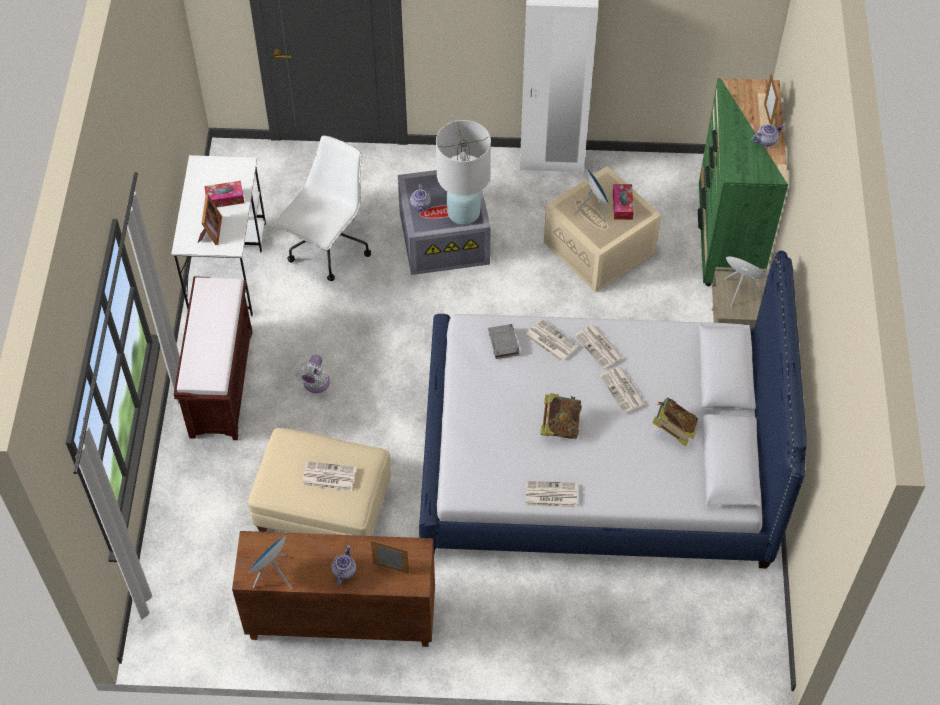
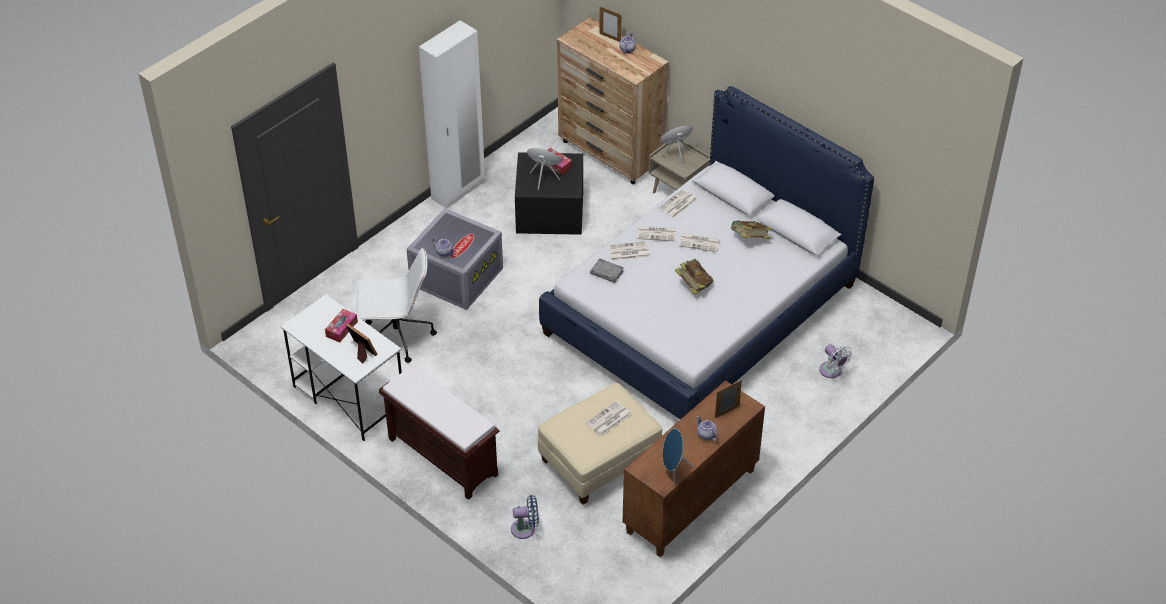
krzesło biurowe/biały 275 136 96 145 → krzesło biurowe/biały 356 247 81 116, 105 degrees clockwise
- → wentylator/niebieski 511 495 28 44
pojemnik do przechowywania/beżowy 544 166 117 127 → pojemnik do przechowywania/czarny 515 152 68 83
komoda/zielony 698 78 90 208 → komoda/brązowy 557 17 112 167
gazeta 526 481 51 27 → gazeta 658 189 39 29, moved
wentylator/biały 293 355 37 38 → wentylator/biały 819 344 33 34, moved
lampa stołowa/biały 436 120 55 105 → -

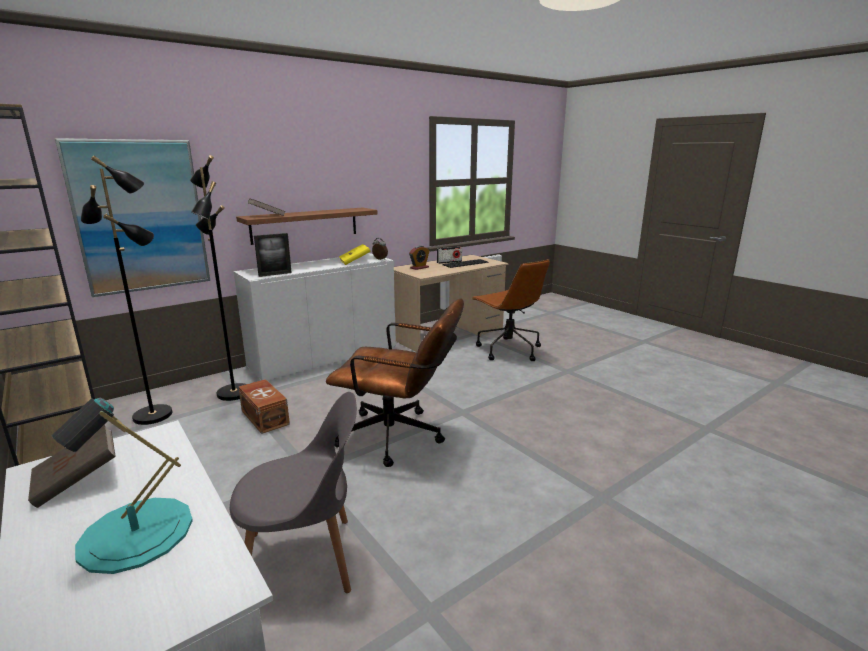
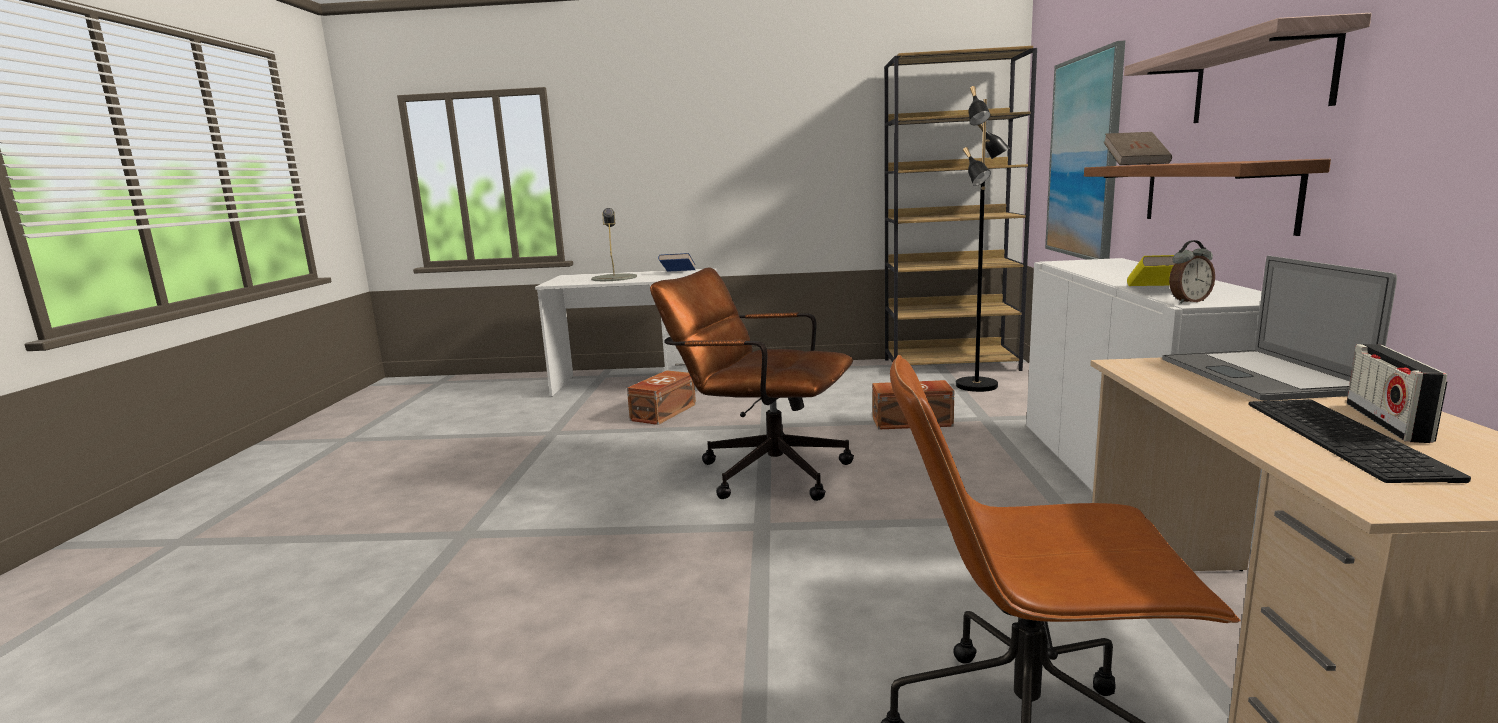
lampa stołowa/turkusowy 51 398 142 176 → lampa stołowa/szary 591 208 46 73
krzesło/szary 230 392 127 201 → pojemnik do przechowywania/brązowy 627 370 69 55
krzesło biurowe/brązowy 326 299 138 168 → krzesło biurowe/brązowy 650 267 204 234, 60 degrees clockwise
książka/brązowy 28 424 88 84 → książka/niebieski 658 253 37 19
- → półka 1124 13 248 110
budzik 409 246 21 24 → laptop 1162 256 235 145
lampa stojąca/czarny 190 155 56 246 → -
ramka na zdjęcie 254 233 38 44 → -

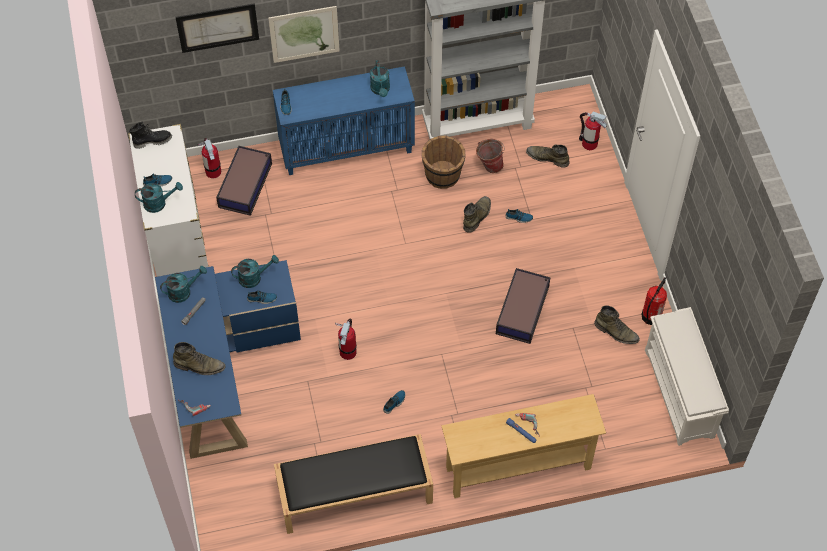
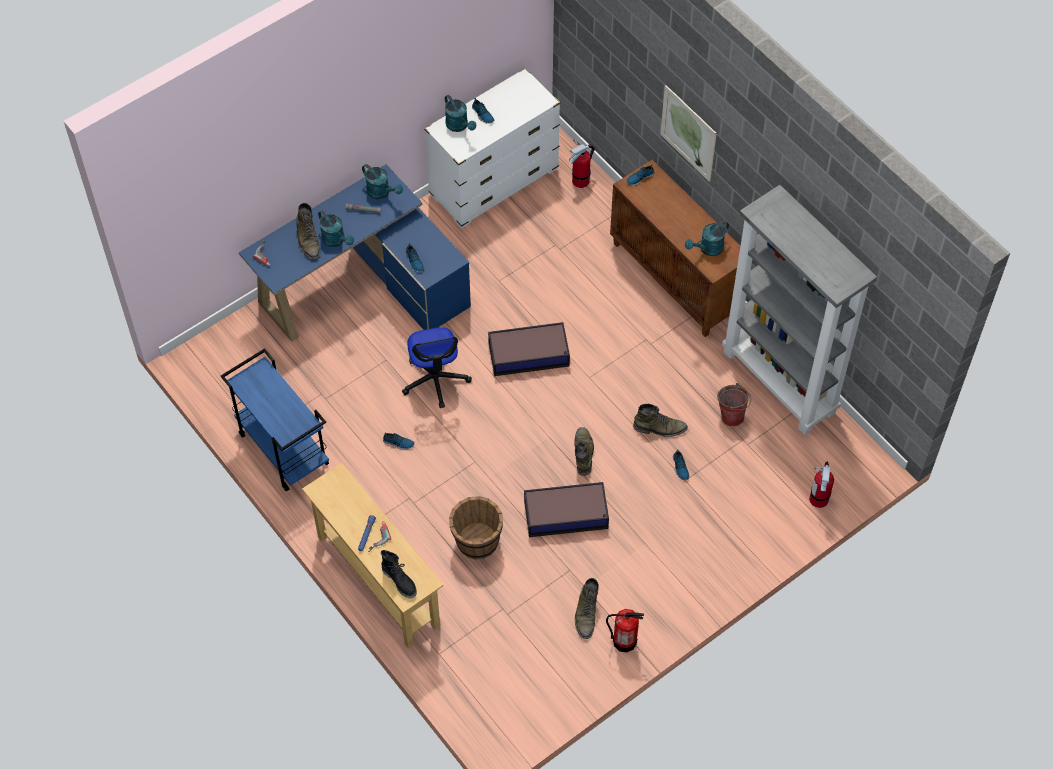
ławka/czarny 274 434 159 100 → wózek/niebieski 221 348 108 143
konewka/turkusowy 231 255 48 33 → konewka/turkusowy 318 210 36 37, moved
but z cholewką/czarny 129 121 43 28 → but z cholewką/czarny 381 550 36 48, moved
gaśnica 335 319 22 41 → krzesło biurowe 402 327 70 81
wiadro/brązowy 422 135 44 54 → wiadro/brązowy 449 496 54 63, moved
pojemnik do przechowywania 216 146 56 70 → pojemnik do przechowywania 488 322 82 54, moved
but z cholewką/zielony 526 144 44 24 → but z cholewką/zielony 574 427 20 49, moved
szafka/niebieski 273 66 142 109 → szafka/brązowy 610 160 130 177
obraz 175 3 84 50 → -
regał na buty/biały 645 307 84 139 → -

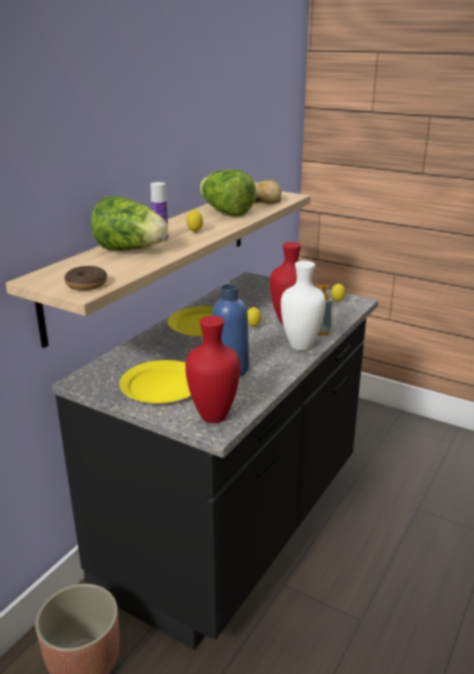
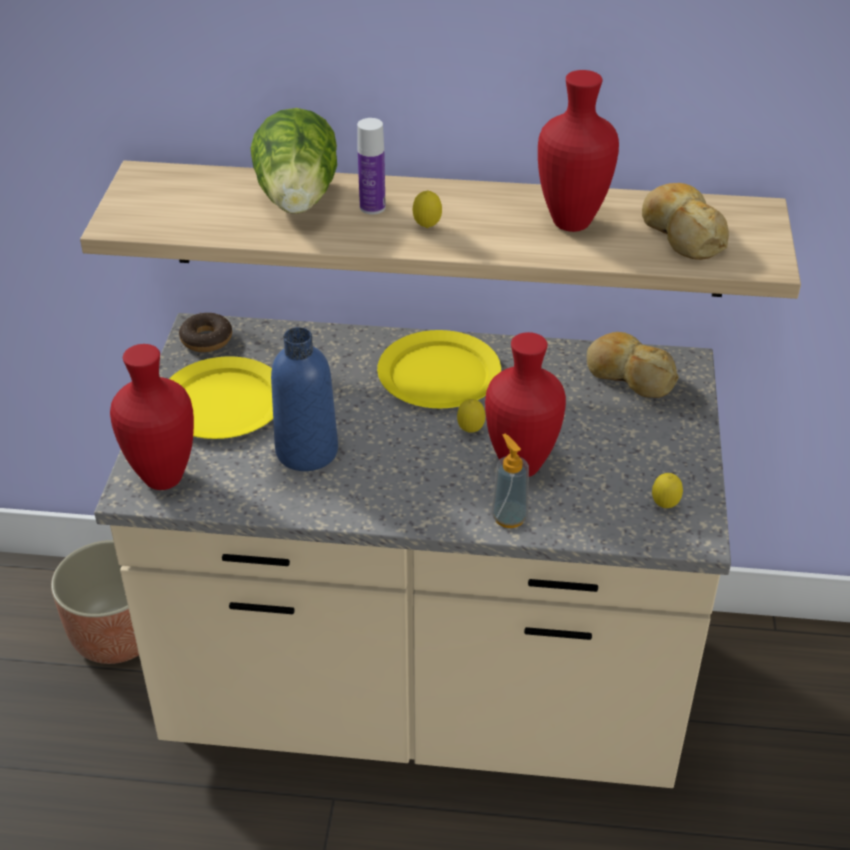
zabudowa kuchenna/czarny 52 272 326 378 → zabudowa kuchenna/beżowy 94 313 637 475
donut 64 266 43 24 → donut 179 313 53 39, moved
sałata 200 169 56 48 → wazon/czerwony 538 70 81 162
- → chleb 587 332 92 66
wazon/biały 281 261 45 90 → -

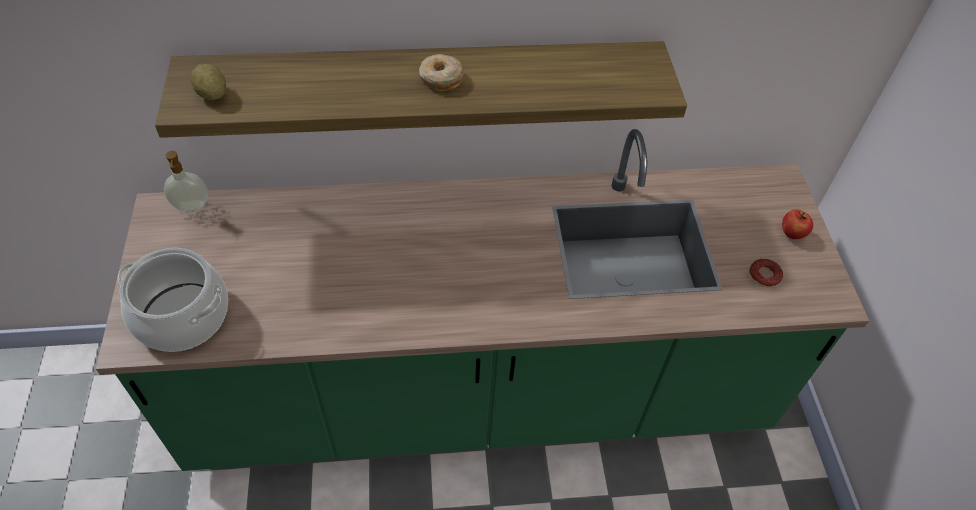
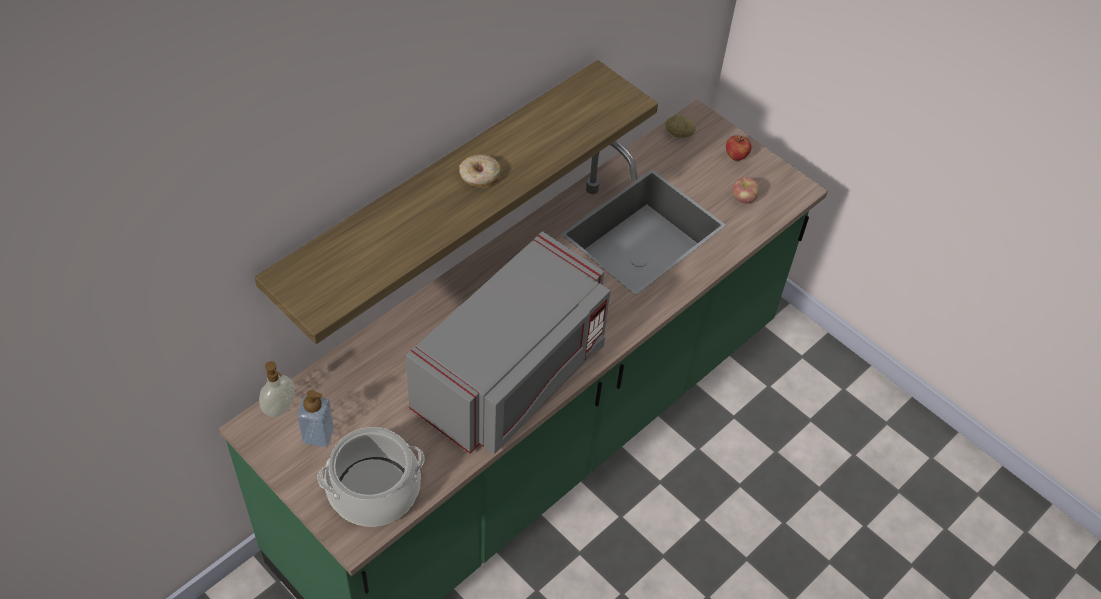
- → dozownik mydła 297 390 37 57
- → mikrofalówka/szary 405 231 206 223
ziemniak 191 64 35 36 → ziemniak 666 115 30 23, moved
donut 749 259 34 29 → jabłko 732 177 27 26

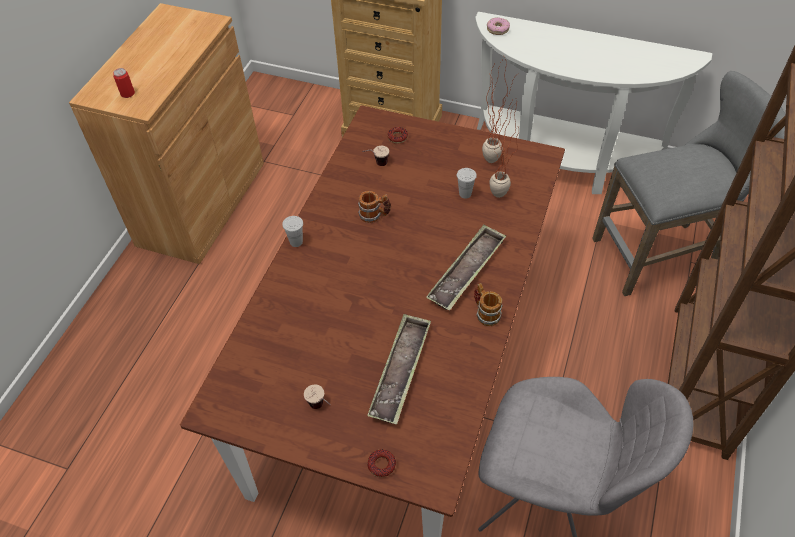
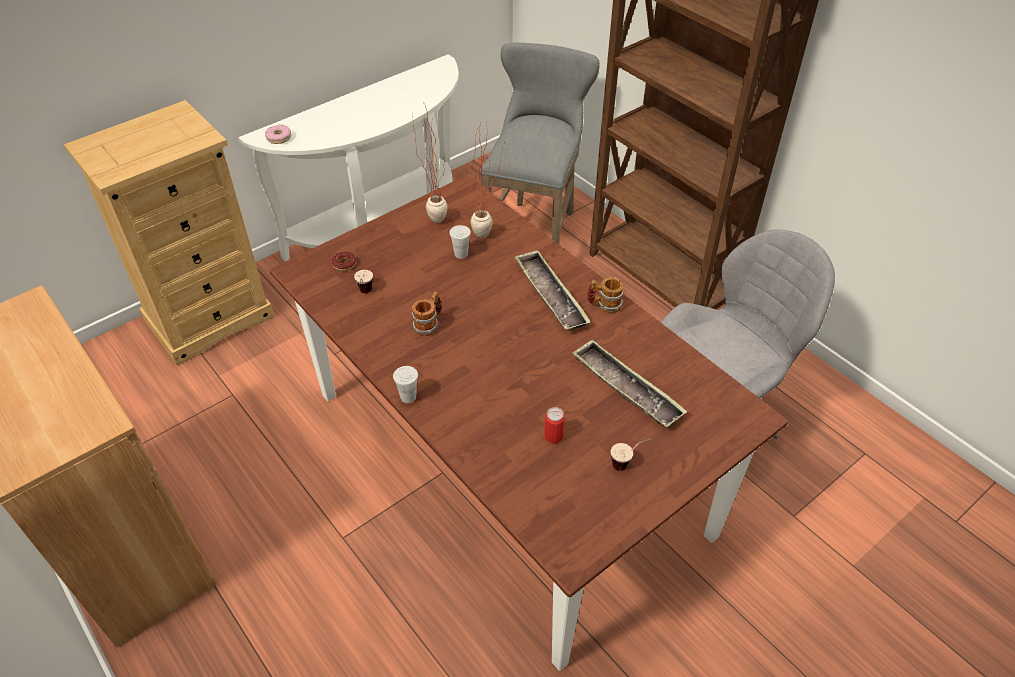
puszka 113 68 22 30 → puszka 544 407 21 36, moved
donut 367 449 29 28 → -

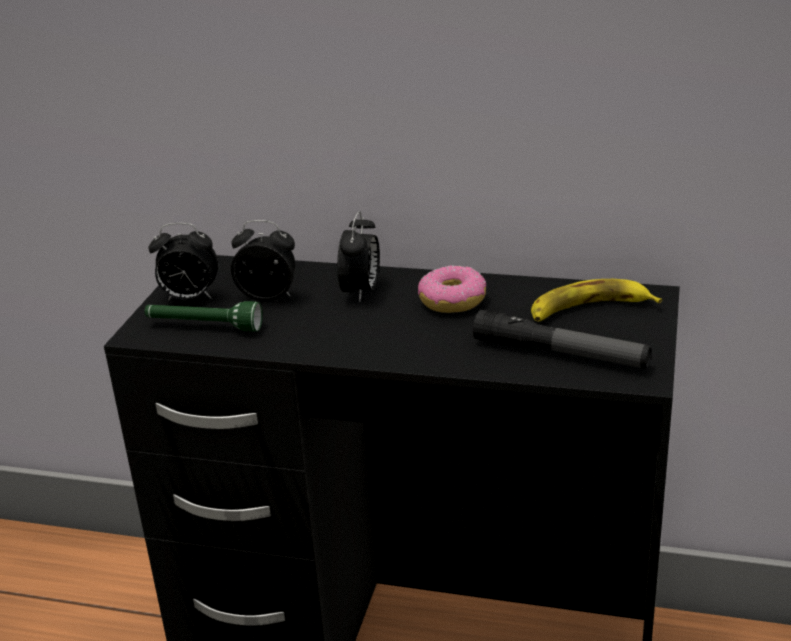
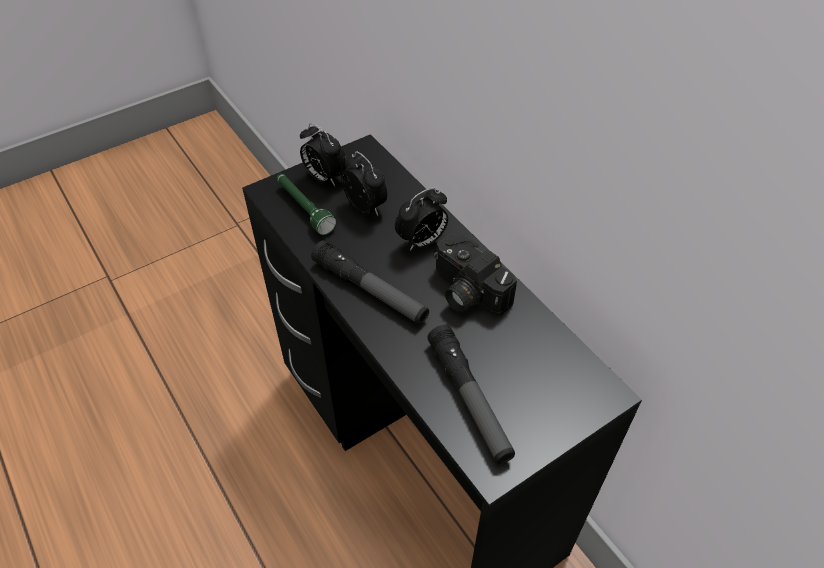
- → latarka 311 240 118 84
donut 418 265 68 48 → aparat fotograficzny 433 234 84 83
banan 531 279 131 42 → -

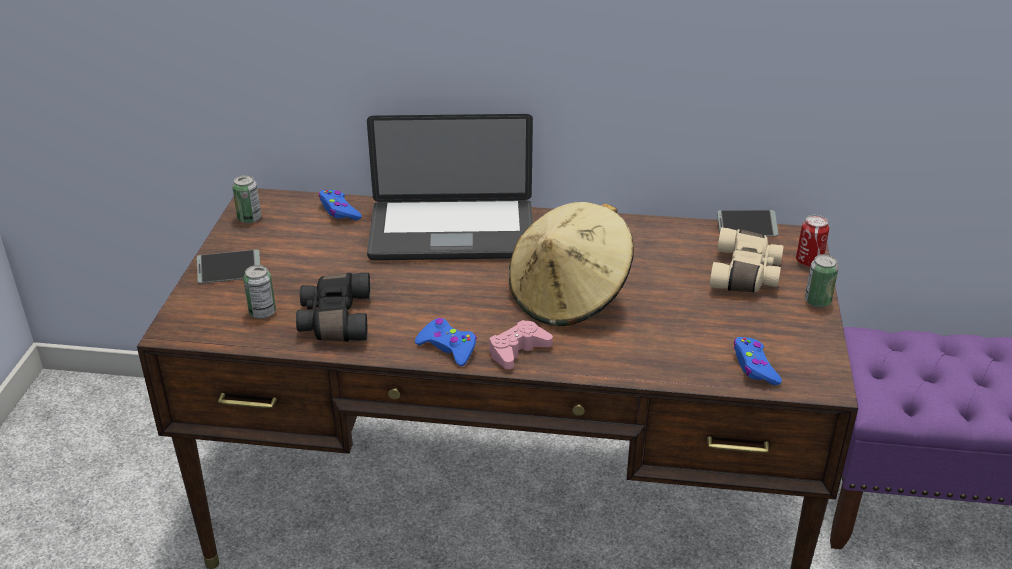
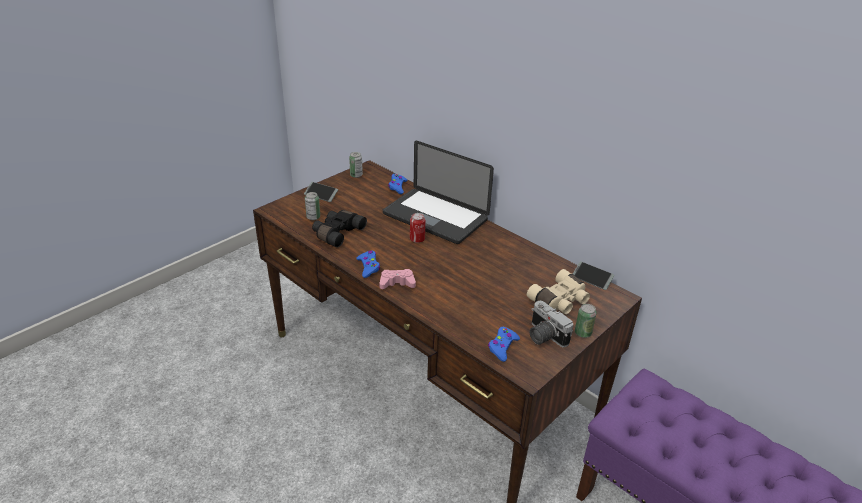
puszka 796 215 33 52 → puszka 410 213 15 30, moved
- → aparat fotograficzny 530 301 43 46
kapelusz/beżowy 509 202 125 125 → -

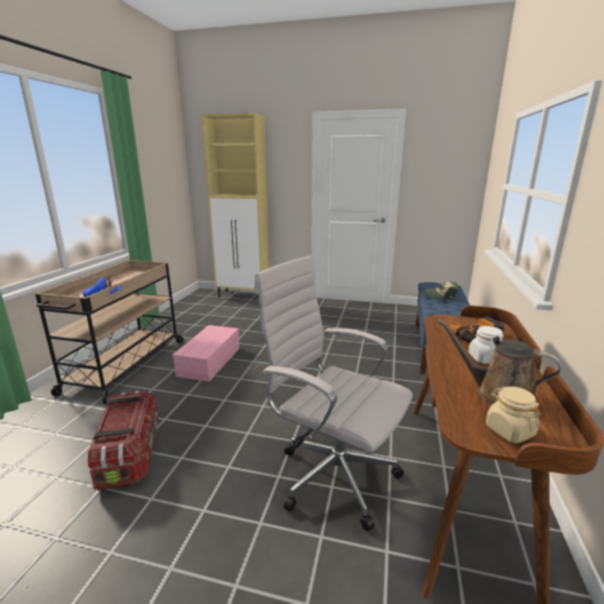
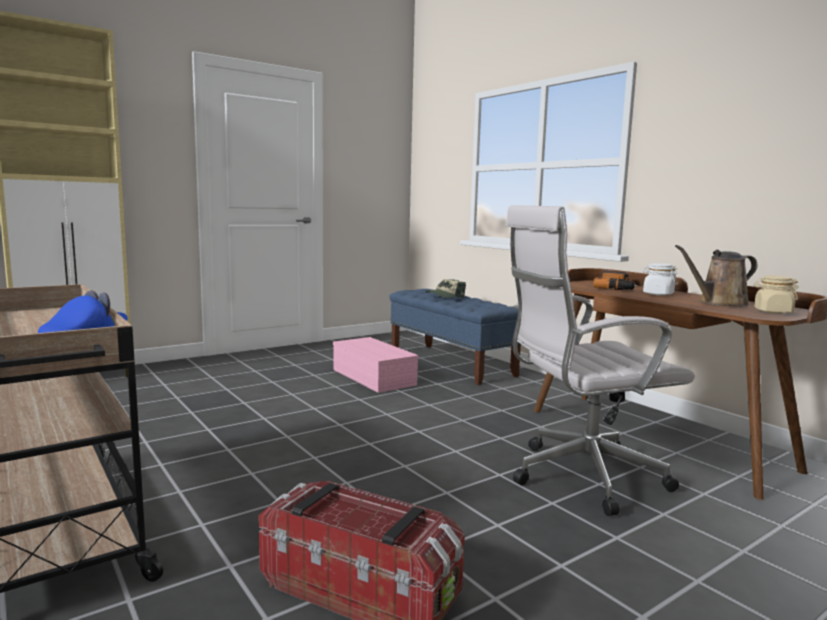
pojemnik do przechowywania/różowy 172 325 68 57 → pojemnik do przechowywania/różowy 333 337 86 56, moved

